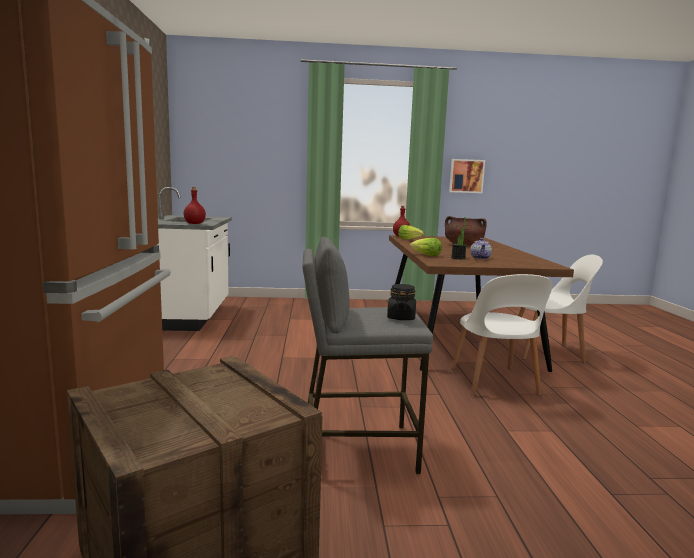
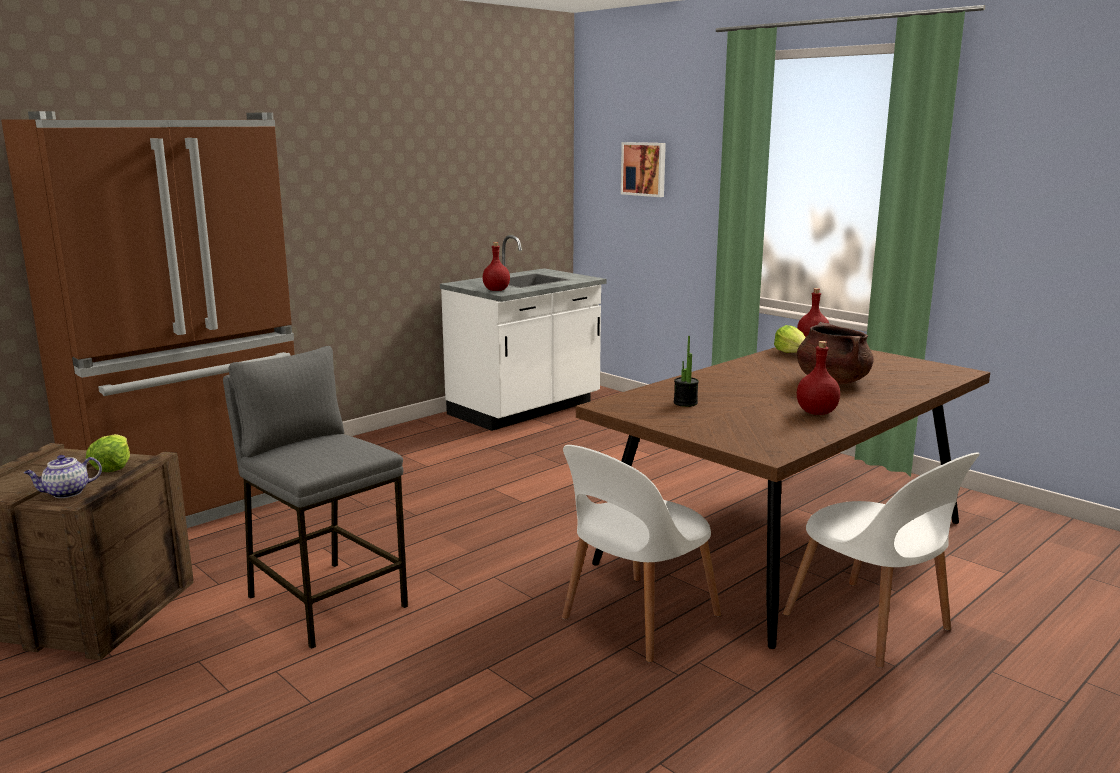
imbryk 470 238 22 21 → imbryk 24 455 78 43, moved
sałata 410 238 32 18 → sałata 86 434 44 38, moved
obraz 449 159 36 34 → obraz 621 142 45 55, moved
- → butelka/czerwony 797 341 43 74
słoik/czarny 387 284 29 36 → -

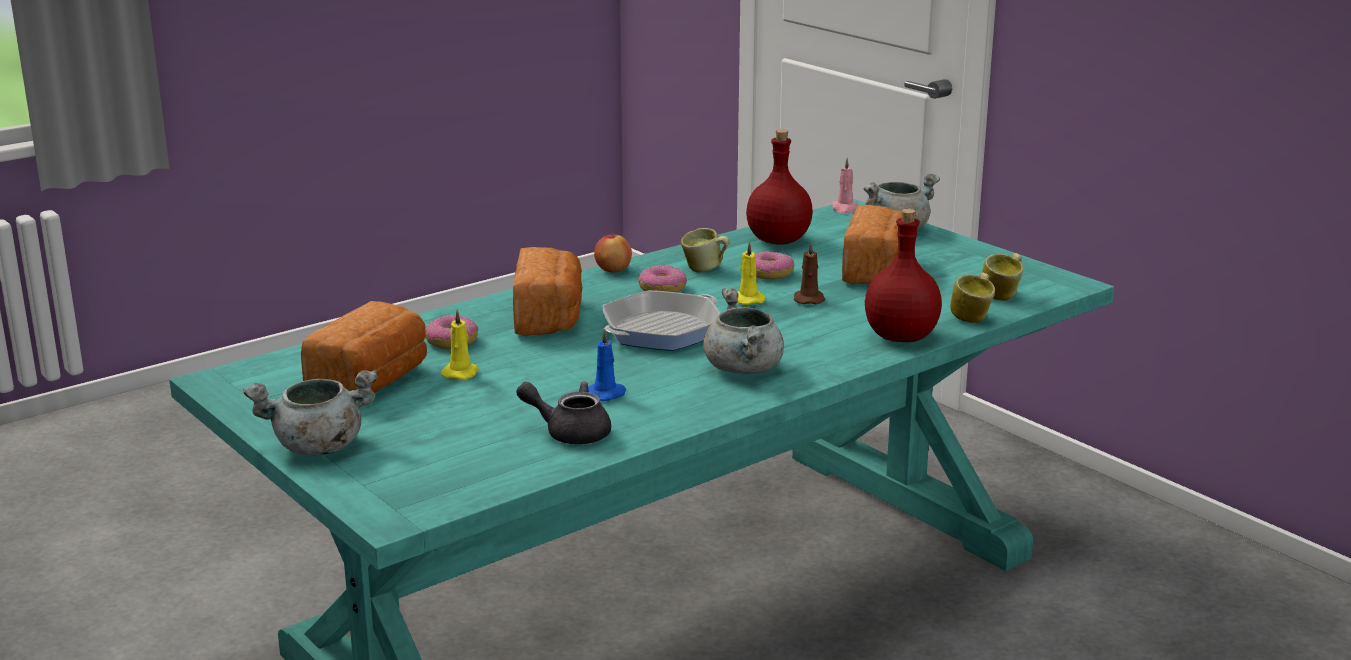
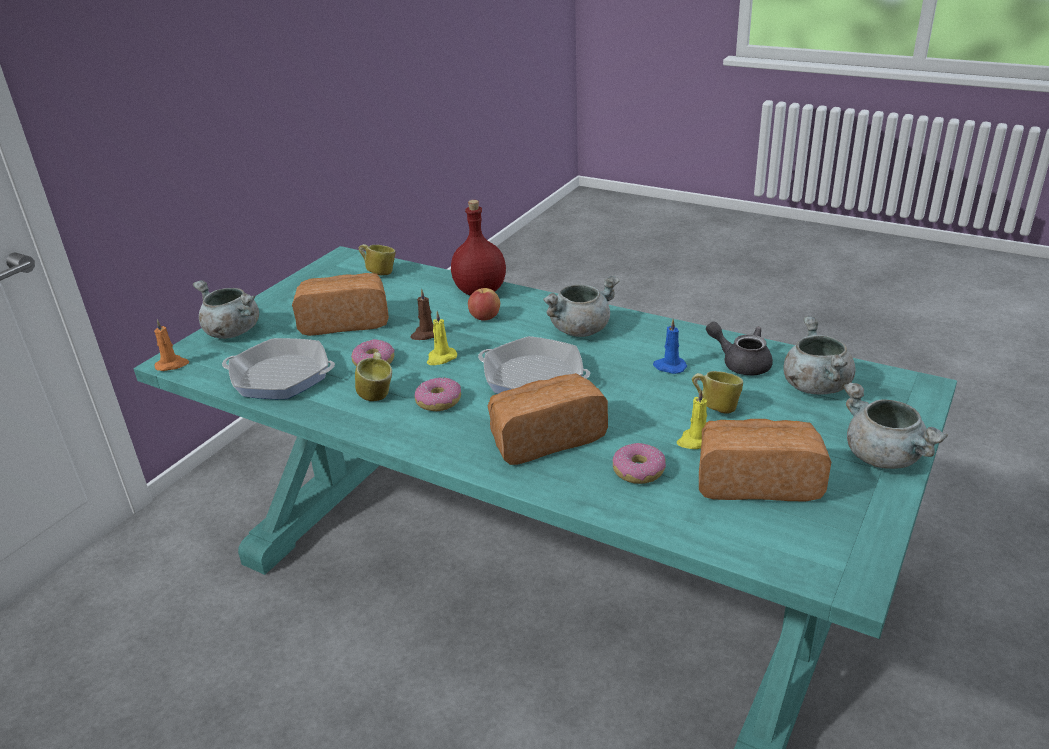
świeca/różowy 832 158 26 56 → świeca/pomarańczowy 154 319 35 52
butelka/czerwony 746 129 67 116 → patelnia 222 338 113 61
jabłko 594 232 38 41 → jabłko 468 288 32 33, moved
kubek 950 272 45 51 → kubek 692 371 51 43, moved
imbryk/szary 516 381 95 63 → imbryk/szary 706 322 67 53, 135 degrees clockwise
- → garnek/szary 783 316 73 78

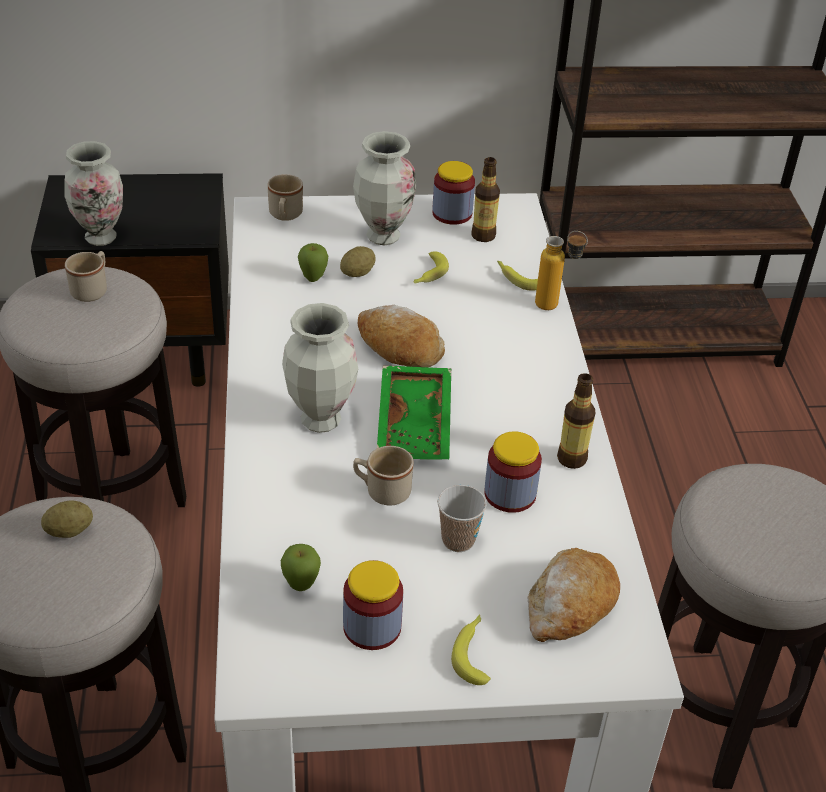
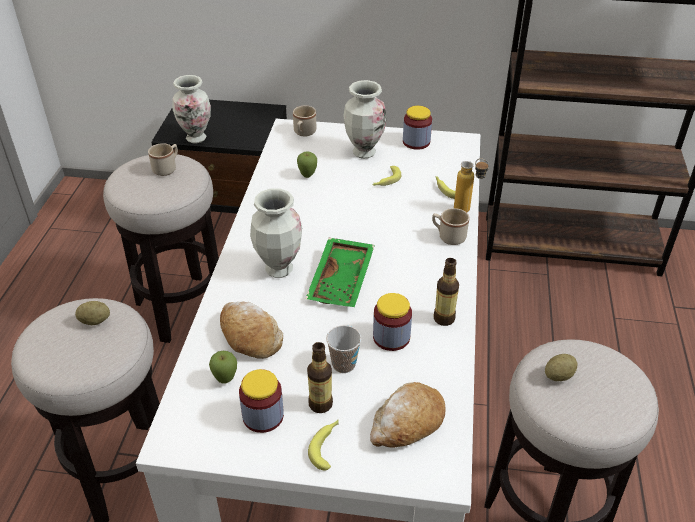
chleb 357 305 88 62 → chleb 220 301 63 58, moved
butelka 471 157 29 85 → butelka 307 342 26 71, moved
kubek/beżowy 353 446 61 59 → kubek/beżowy 432 208 37 37, moved
ziemniak 340 246 36 31 → ziemniak 545 354 32 27, moved

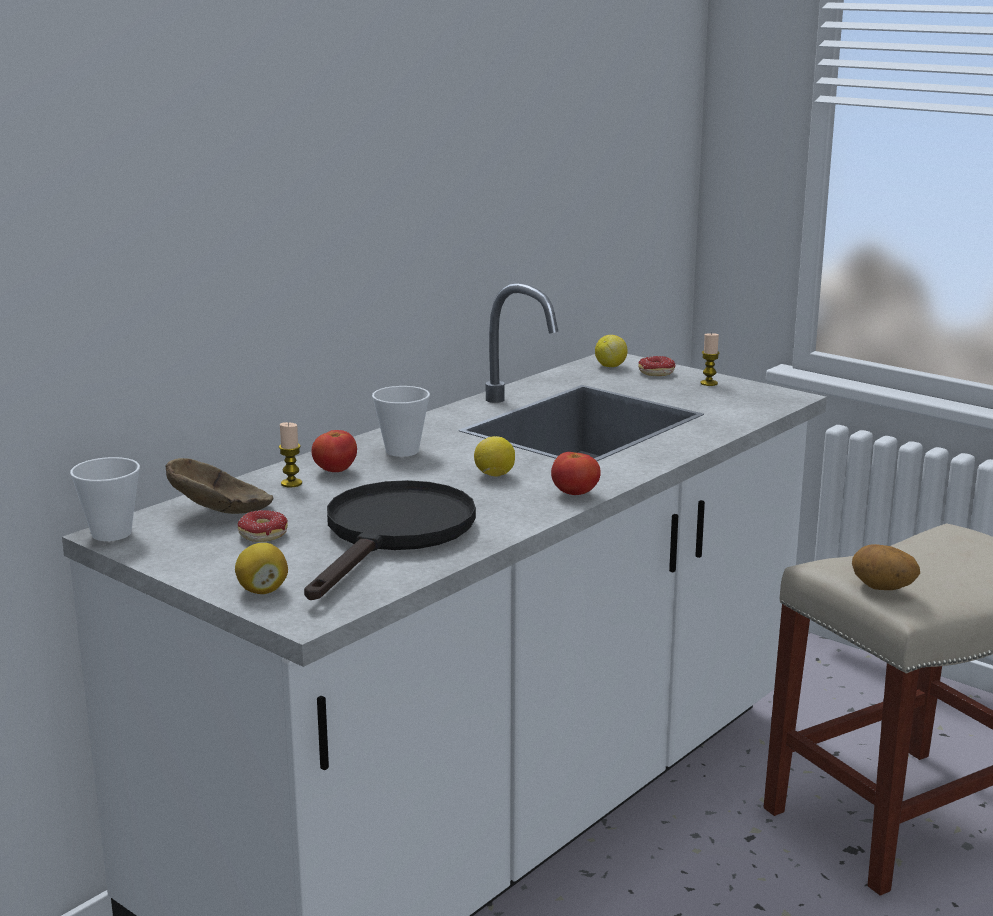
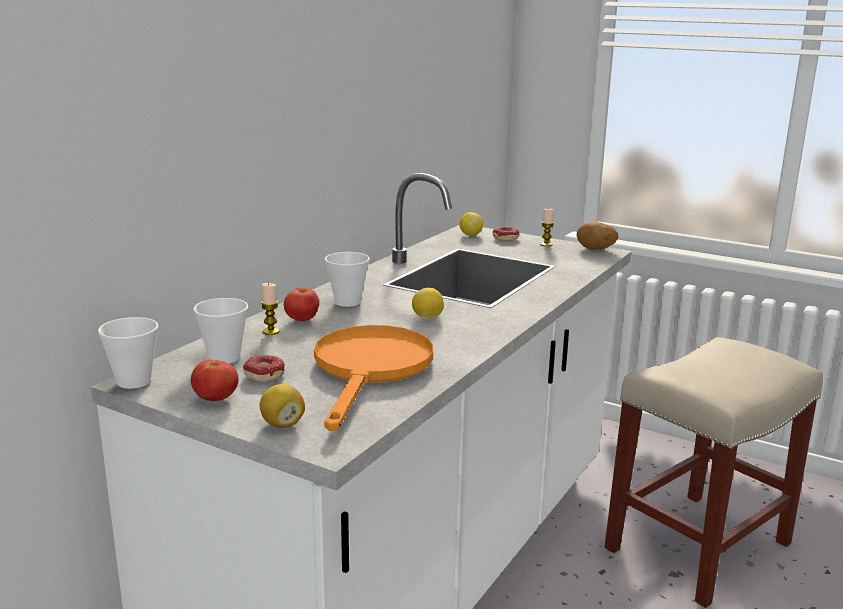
pomidor 551 452 50 43 → pomidor 191 360 48 41, moved
miska/brązowy 166 458 107 56 → filiżanka 193 298 55 66
patelnia/czarny 304 480 172 120 → patelnia/pomarańczowy 314 325 119 106
ziemniak 852 544 68 46 → ziemniak 577 222 42 28, moved

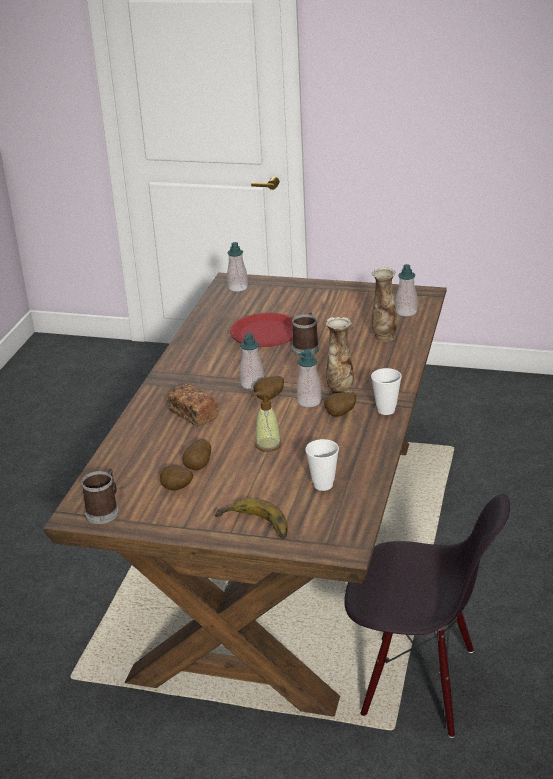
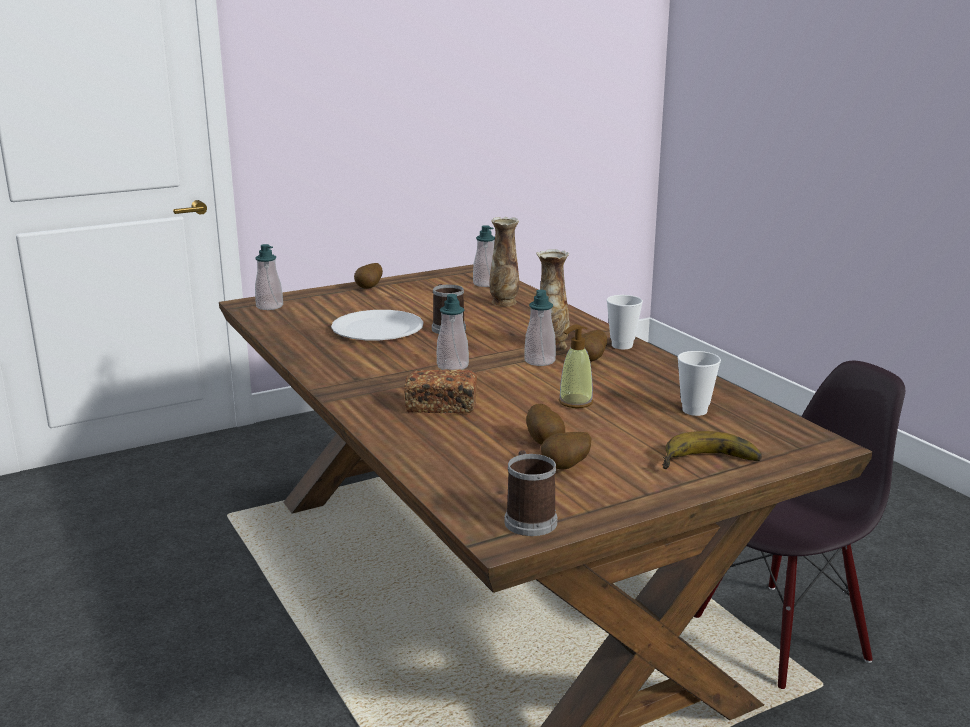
talerz/czerwony 230 313 63 34 → talerz/biały 331 310 92 30
ziemniak 253 376 31 24 → ziemniak 354 263 29 26, moved

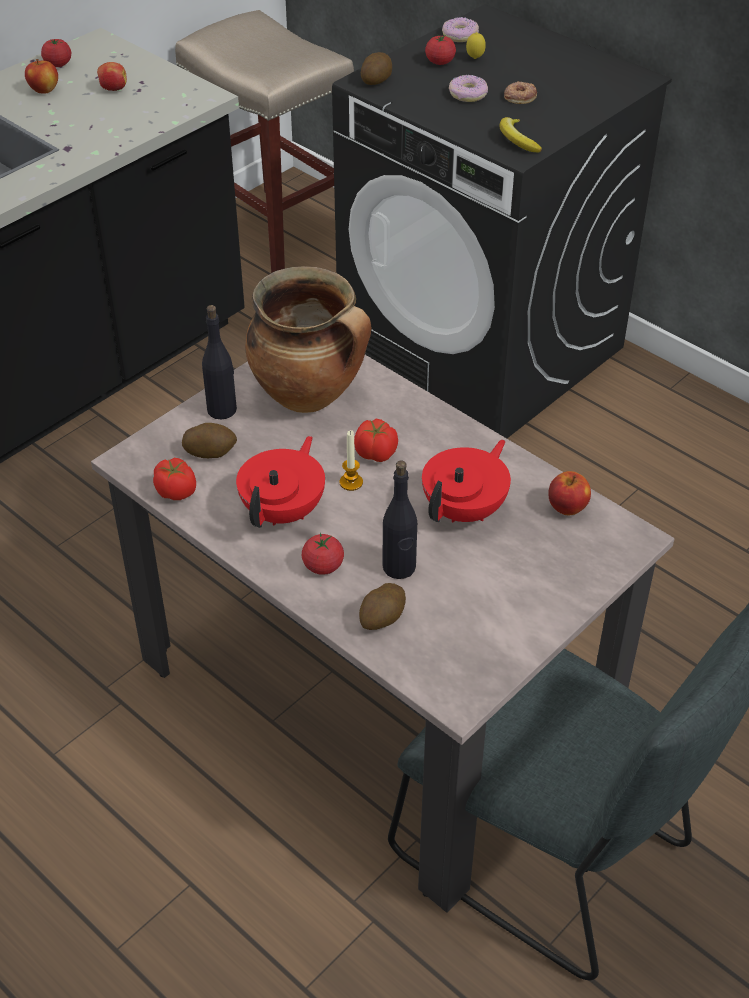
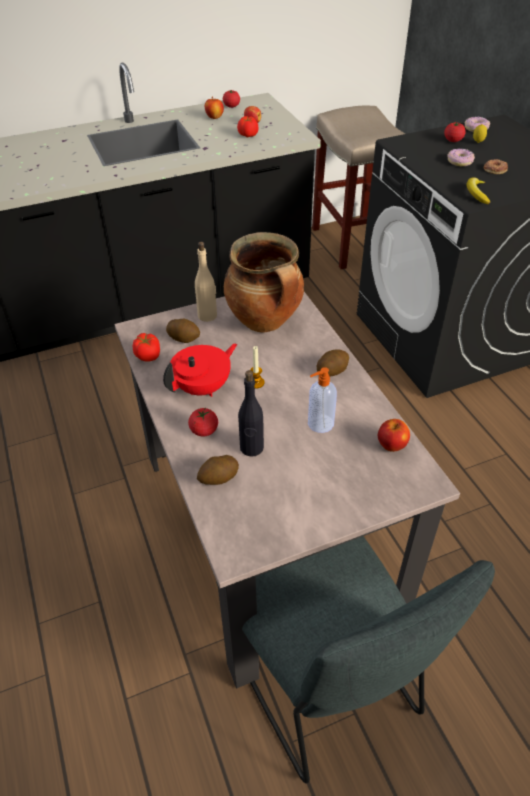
butelka/czarny 202 305 35 114 → butelka/beżowy 195 242 22 80
pomidor 354 419 44 43 → pomidor 237 116 22 21, moved
imbryk/czerwony 422 440 89 83 → dozownik mydła 308 367 29 66
ziemniak 361 52 31 33 → ziemniak 316 349 33 27, moved

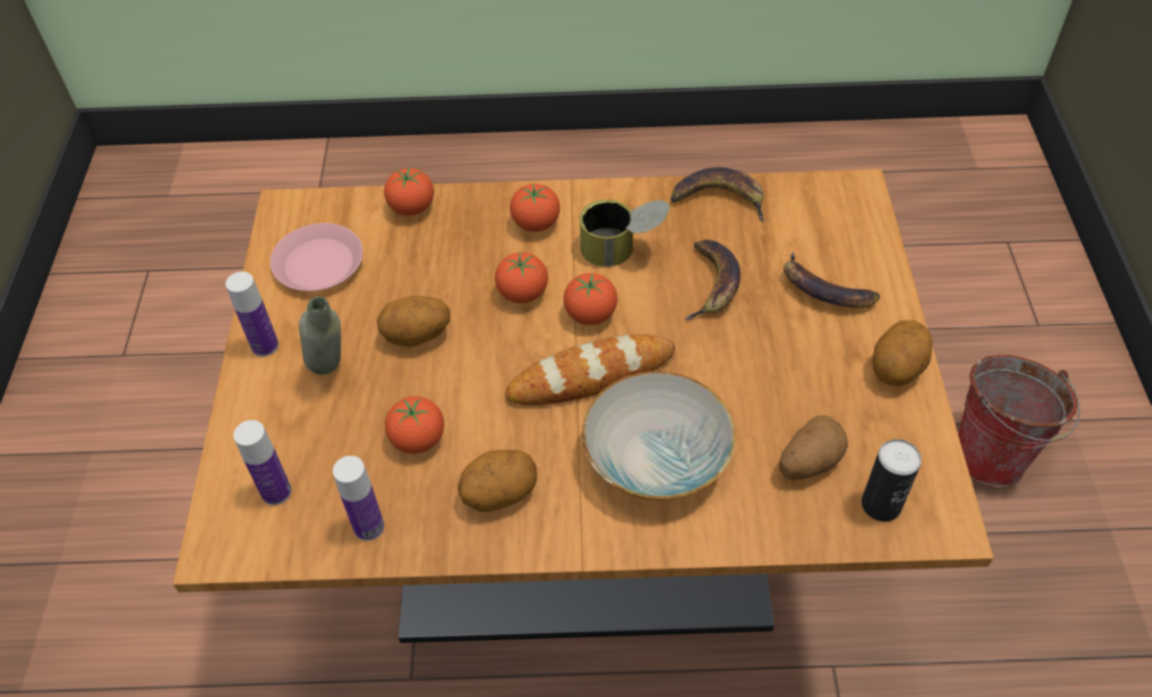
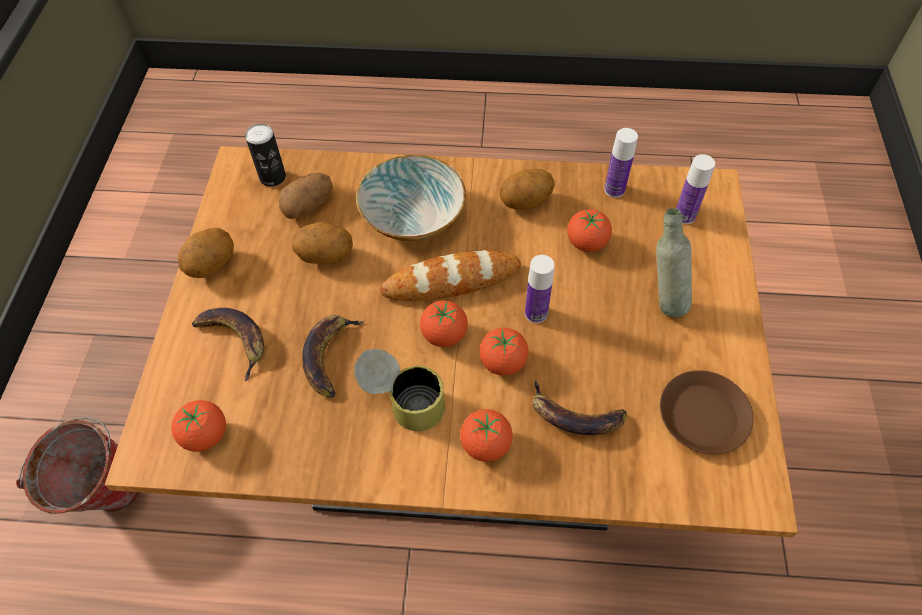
pomidor 384 168 50 48 → pomidor 172 400 54 52, moved
ziemniak 377 296 73 51 → ziemniak 292 222 61 42, moved
butelka 225 271 54 86 → butelka 525 255 30 68, moved
banan 671 167 93 55 → banan 533 380 94 55, moved
talerz/różowy 270 223 93 68 → talerz/brązowy 660 370 93 84

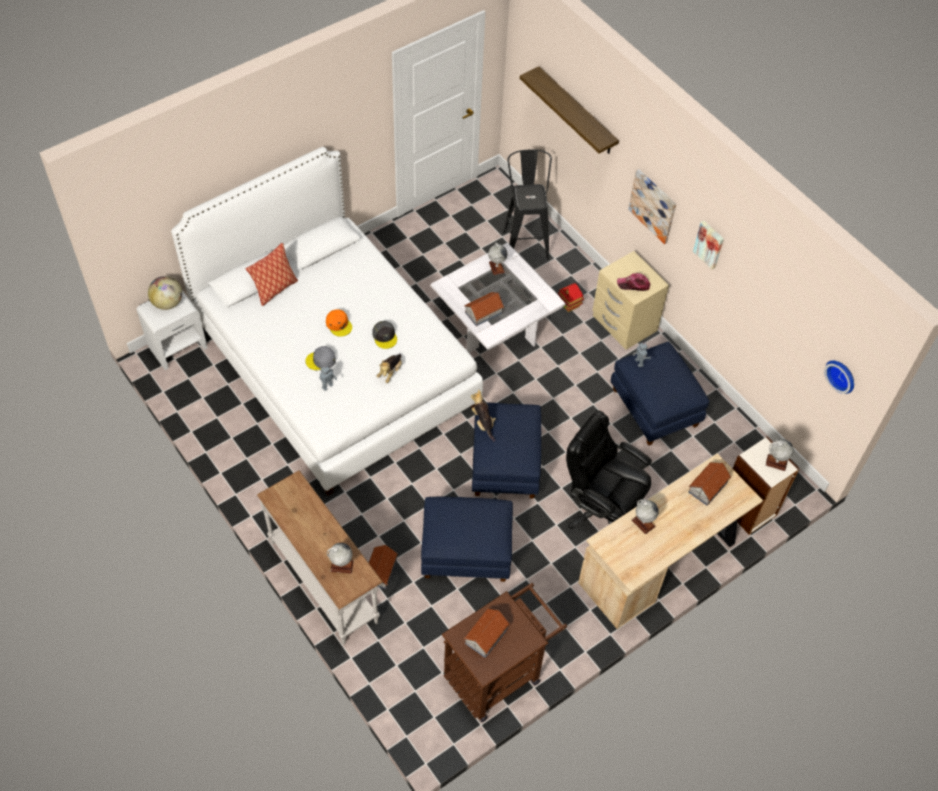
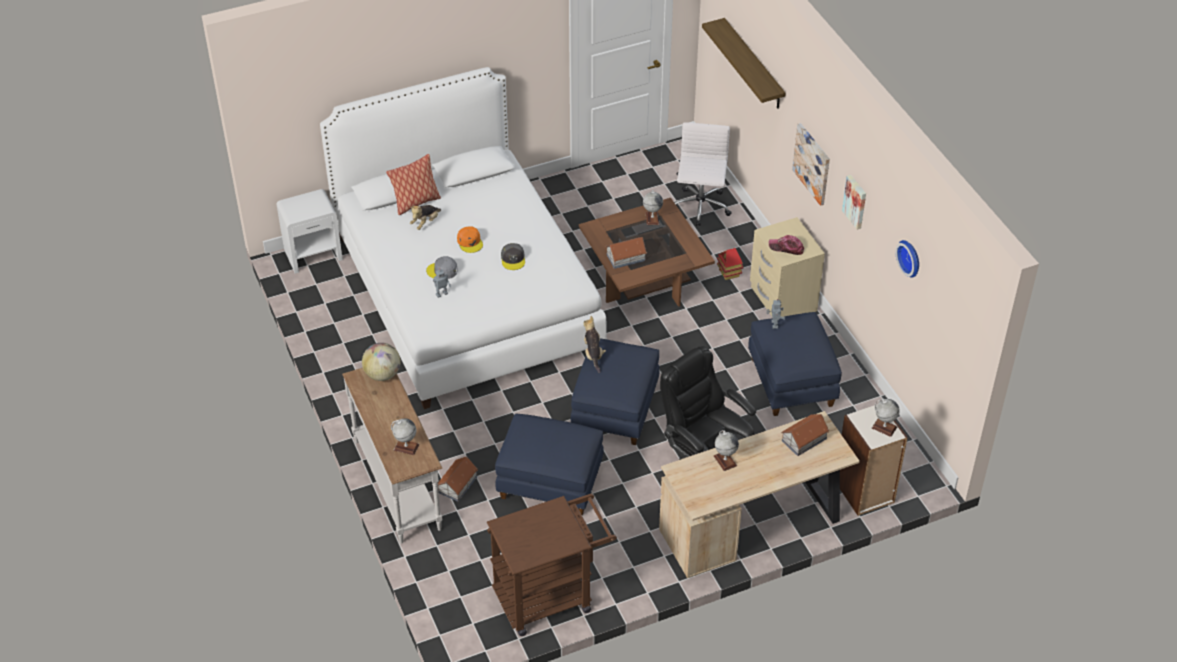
globus 148 276 34 34 → globus 362 343 38 38, moved
pluszak 376 354 26 29 → pluszak 410 205 31 25, moved
ława/biały 431 243 134 110 → ława/brązowy 579 198 136 109
stołek/czarny 503 149 49 111 → krzesło biurowe/biały 674 122 58 104
zegar ścienny 824 360 30 34 → zegar ścienny 895 240 24 38, moved
domek 464 608 46 50 → -

